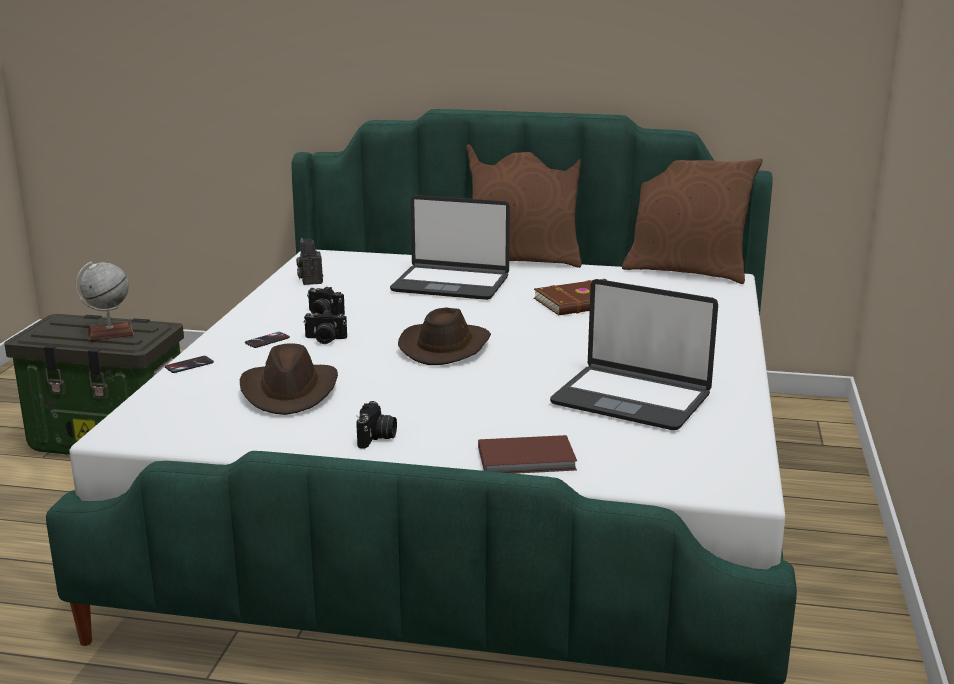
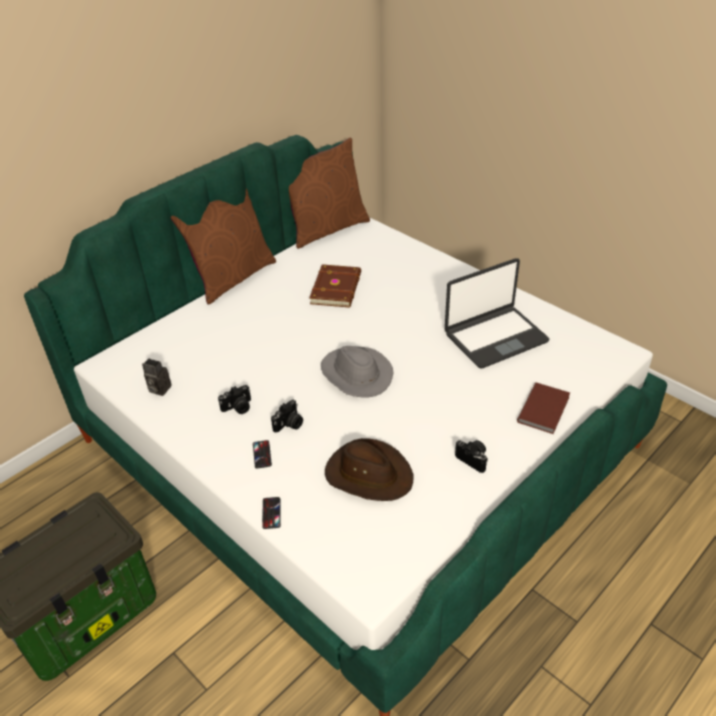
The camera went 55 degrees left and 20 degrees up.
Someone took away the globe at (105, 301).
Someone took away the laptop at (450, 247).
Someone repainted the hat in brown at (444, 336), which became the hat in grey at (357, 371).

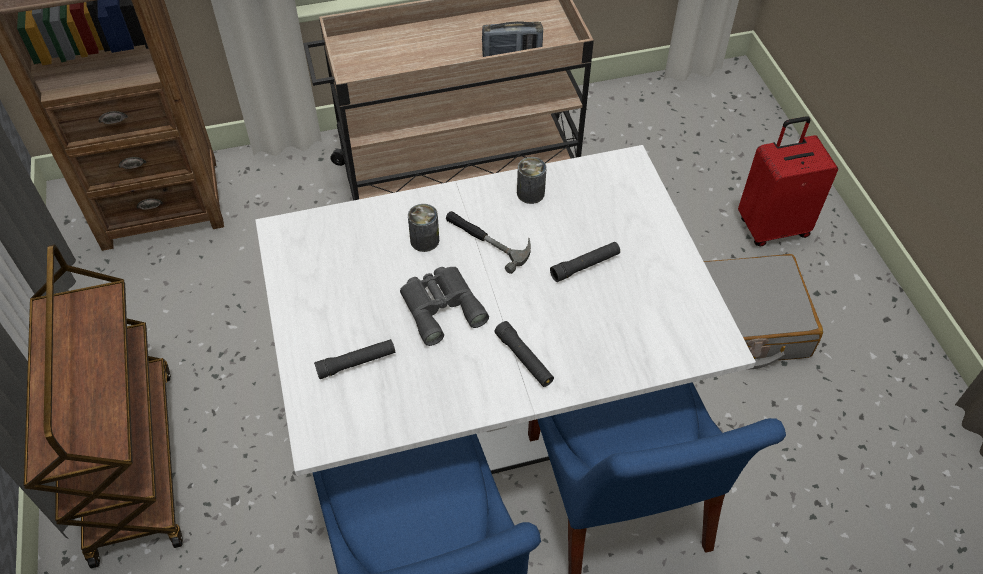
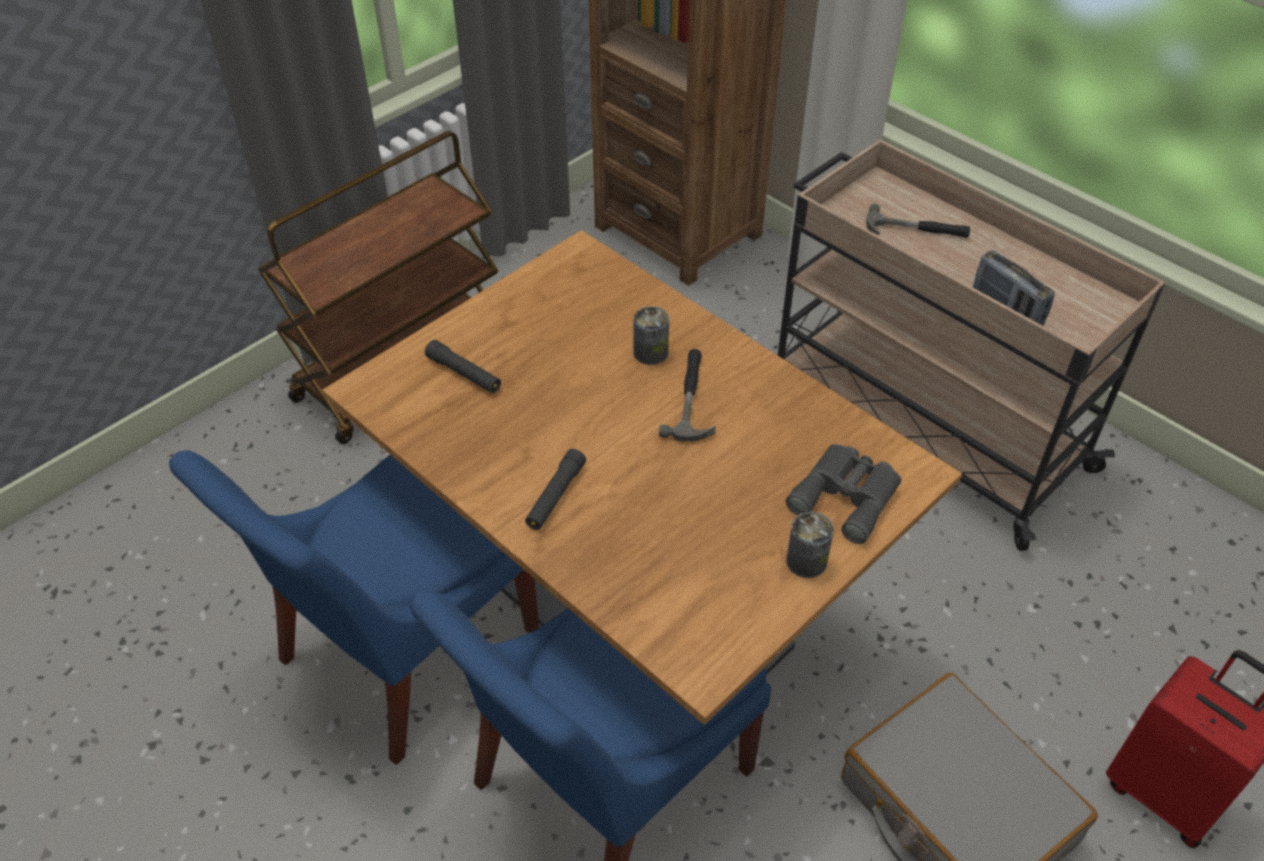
The camera went 60 degrees right and 5 degrees down.
Someone took away the flashlight in black at (585, 262).
Someone put down the hammer at (918, 221).
Someone carried the binoculars in grey from (444, 306) to (843, 494).
Someone carried the can from (532, 180) to (810, 545).
Someone repainted the dining table in white at (505, 310), which became the dining table in brown at (642, 477).

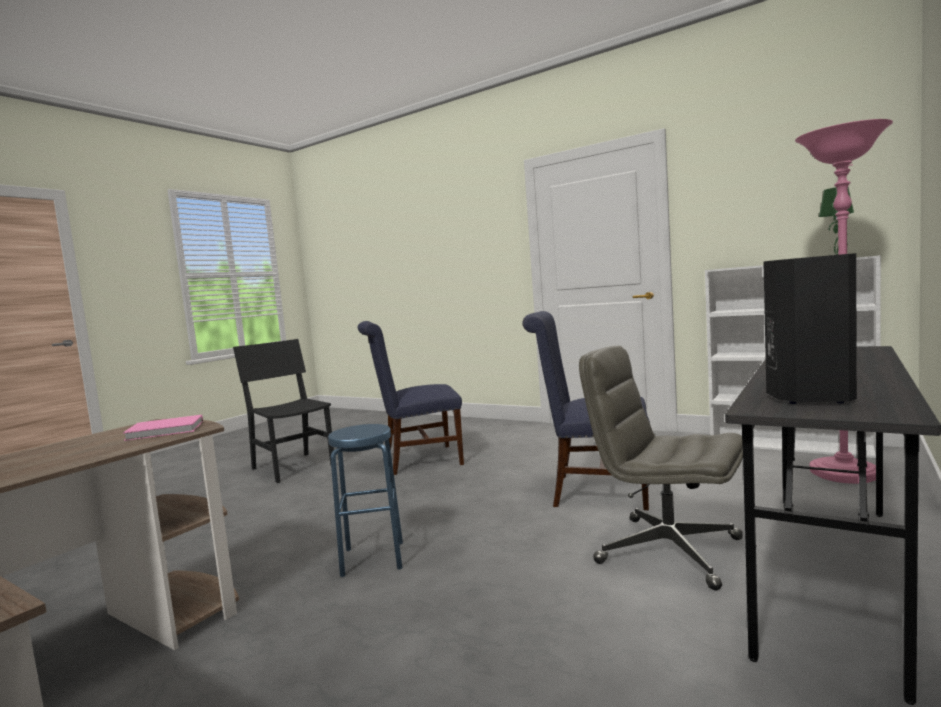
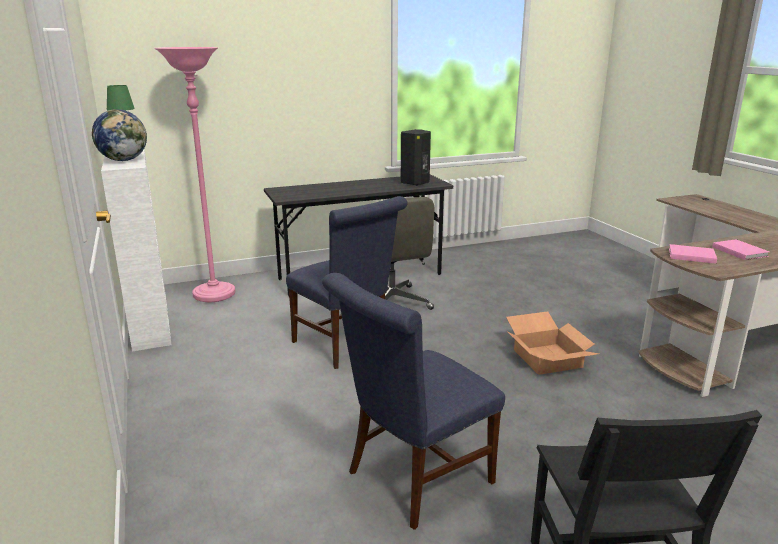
The camera went 145 degrees left and 15 degrees up.
Someone put down the globe at (119, 135).
Someone put down the book in pink at (741, 249).
Someone swapped the stool in blue at (365, 500) for the cardboard box at (552, 343).
Someone rotated the chair in blue at (411, 398) by 120 degrees clockwise.

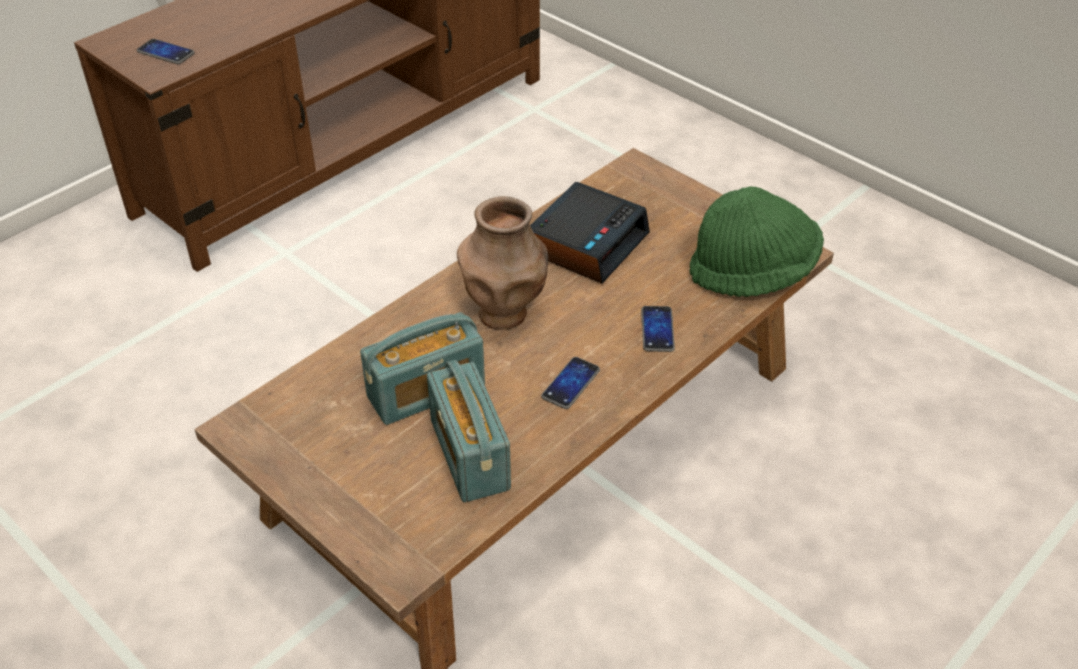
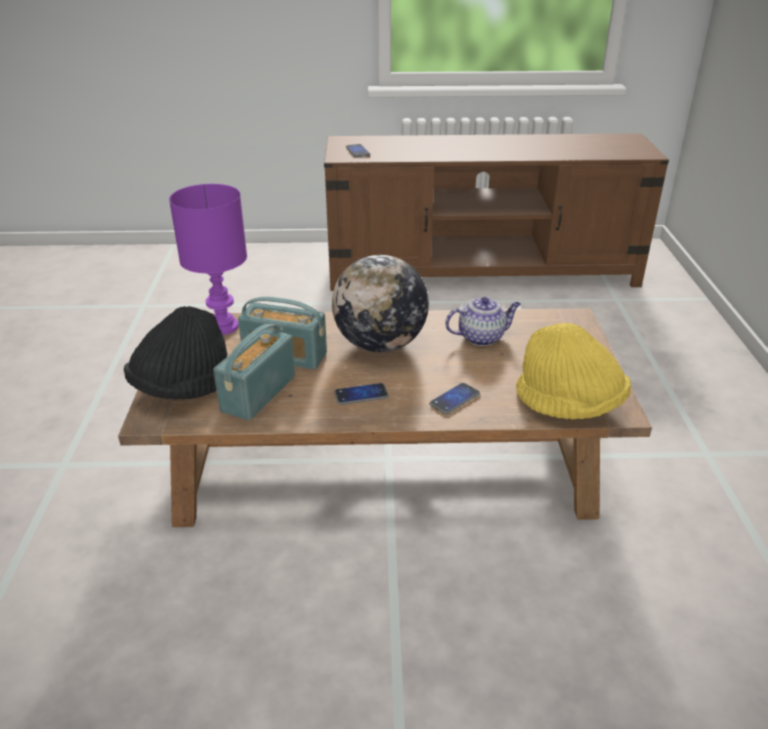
The camera went 45 degrees right and 10 degrees down.
Someone put down the hat in black at (175, 353).
Someone put down the table lamp in purple at (208, 259).
Someone swapped the vase in brown at (502, 263) for the globe at (380, 303).
Someone swapped the alarm clock at (590, 233) for the teapot at (483, 321).
Someone repainted the hat in green at (757, 241), which became the hat in yellow at (573, 371).

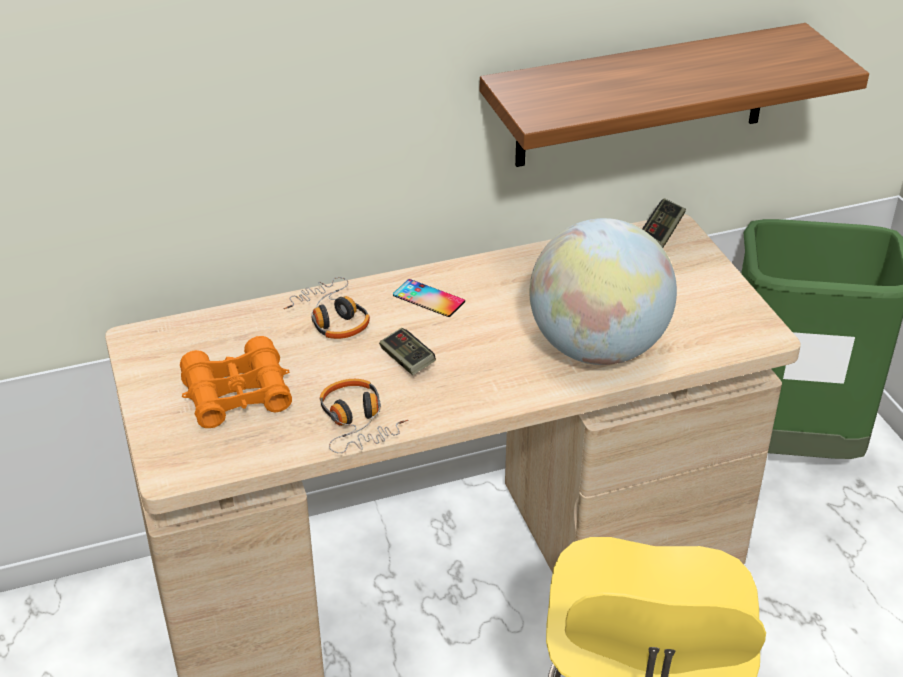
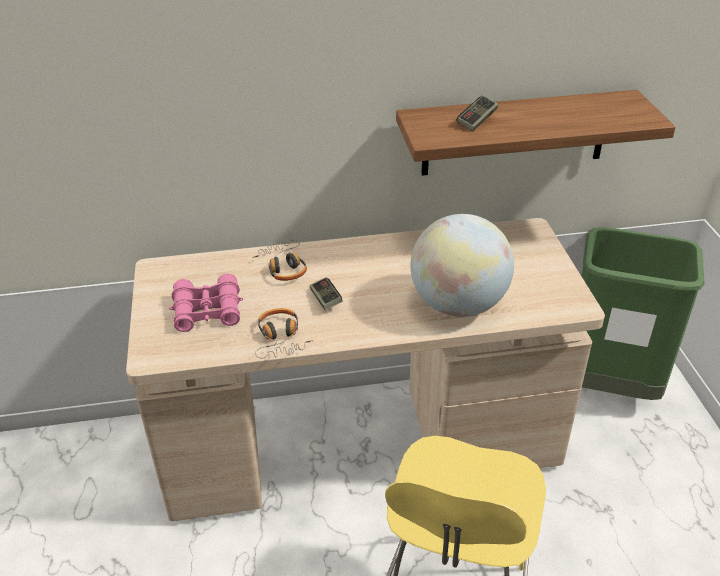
The camera went 10 degrees right and 0 degrees up.
Someone took away the phone at (429, 298).
Someone carried the game controller from (664, 223) to (477, 113).
Someone repainted the binoculars in orange at (236, 382), which became the binoculars in pink at (206, 303).

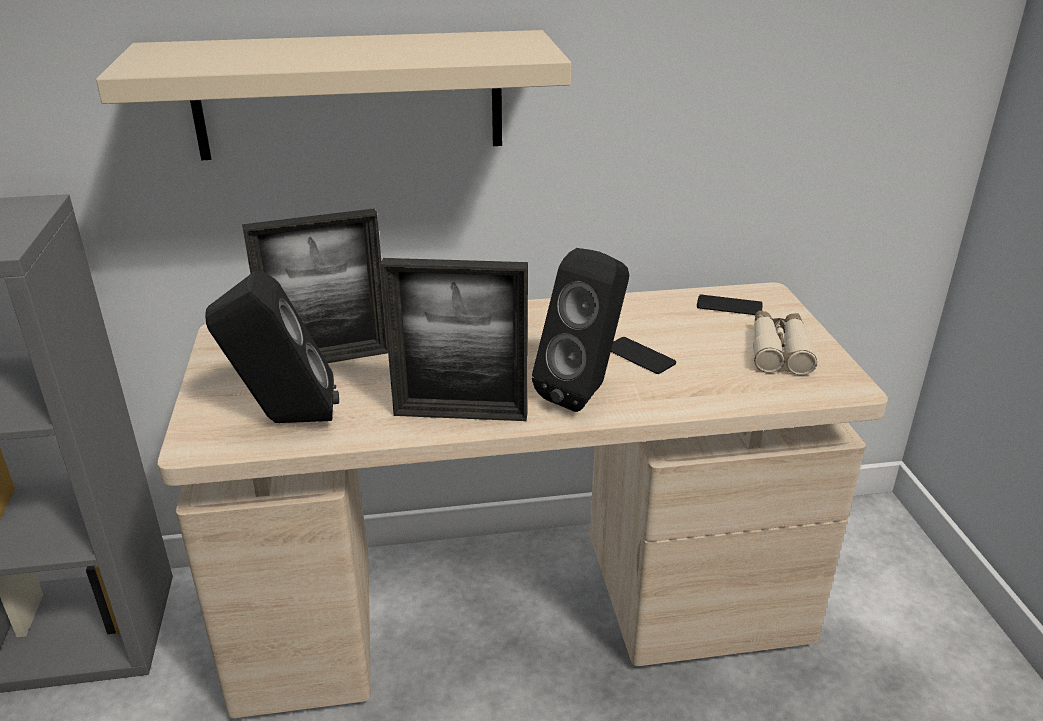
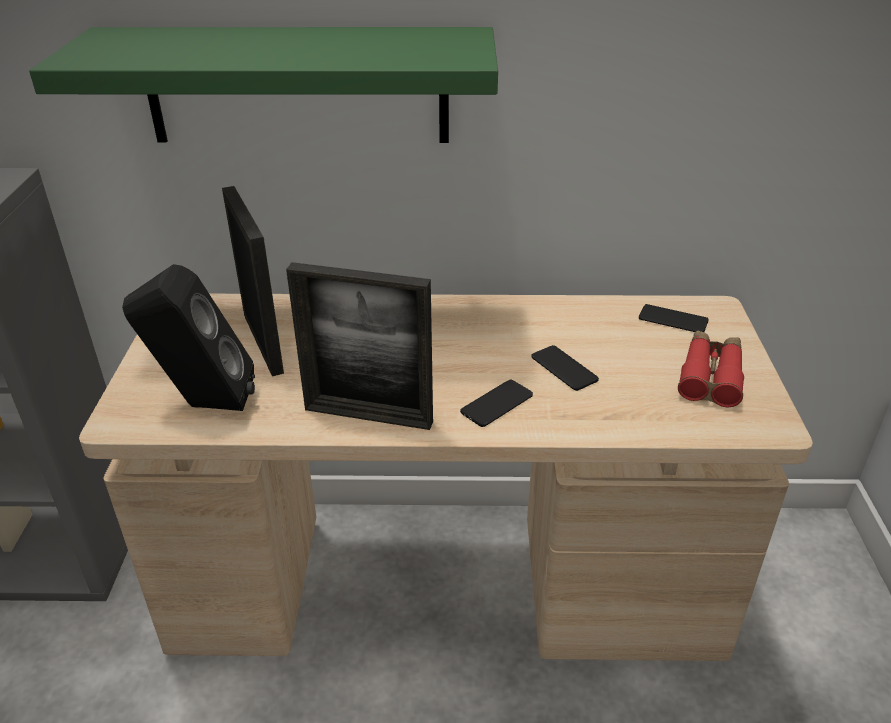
The camera went 10 degrees right and 5 degrees up.
Someone swapped the speaker in black at (580, 330) for the phone at (496, 403).
Someone repainted the shelf in beige at (333, 95), which became the shelf in green at (263, 85).
Someone repainted the binoculars in beige at (785, 342), which became the binoculars in red at (711, 368).
Someone rotated the picture frame at (315, 285) by 105 degrees counterclockwise.

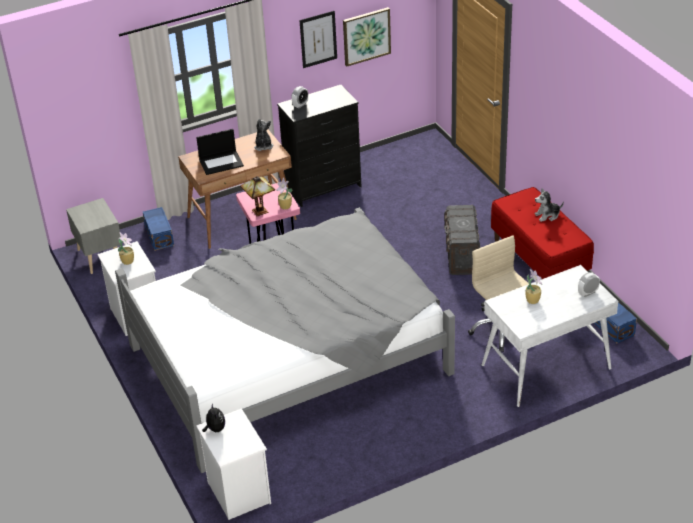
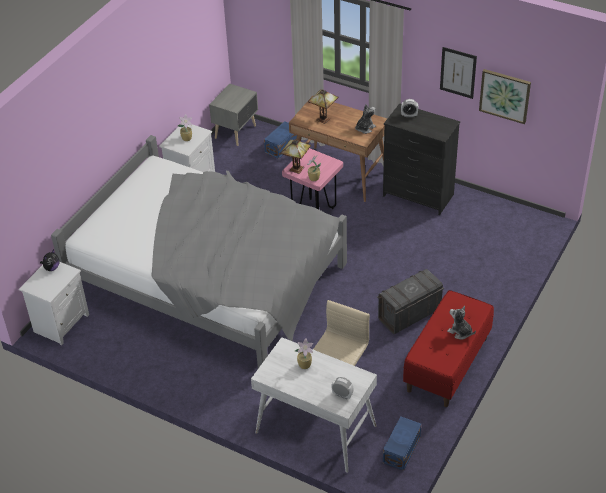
The camera went 55 degrees right and 5 degrees up.
Someone swapped the laptop at (220, 152) for the table lamp at (323, 107).

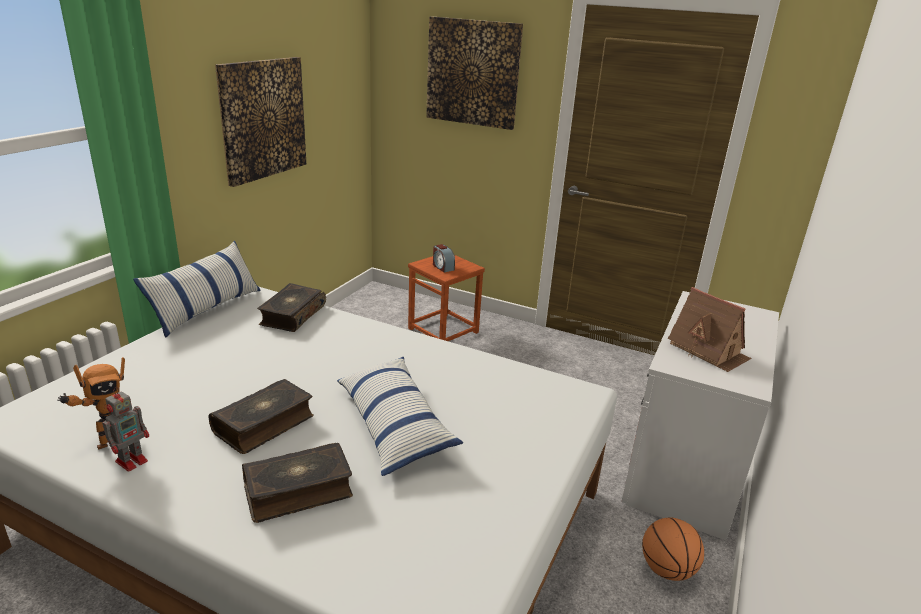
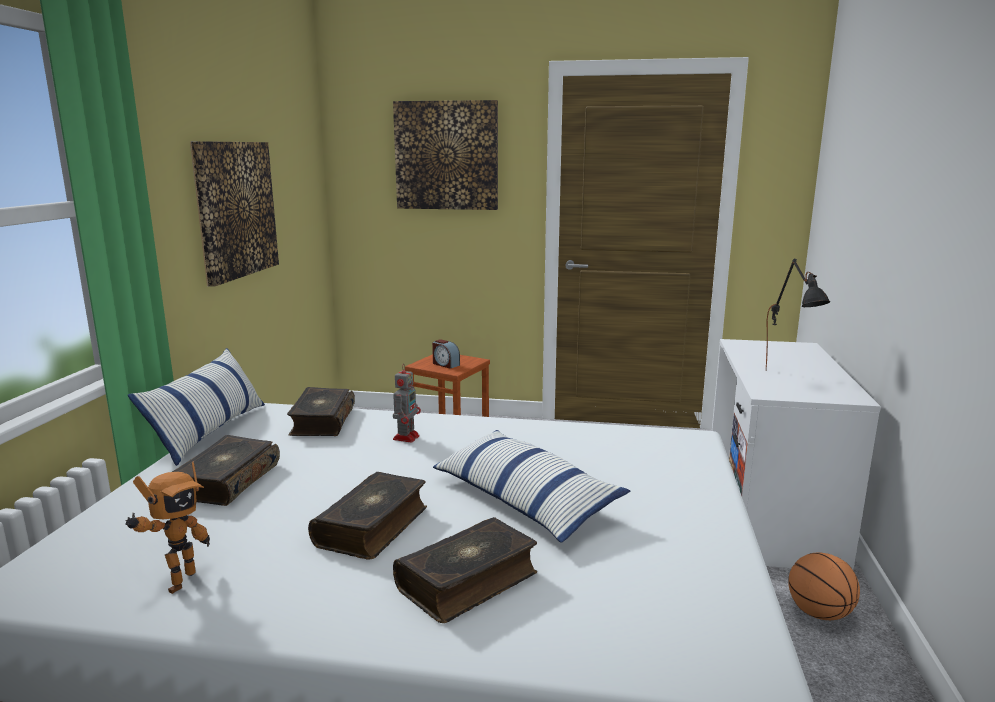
The camera went 15 degrees left and 10 degrees down.
Someone put down the book at (226, 470).
Someone carried the toy robot from (125, 429) to (407, 403).
Someone swapped the toy house at (710, 329) for the table lamp in black at (798, 314).

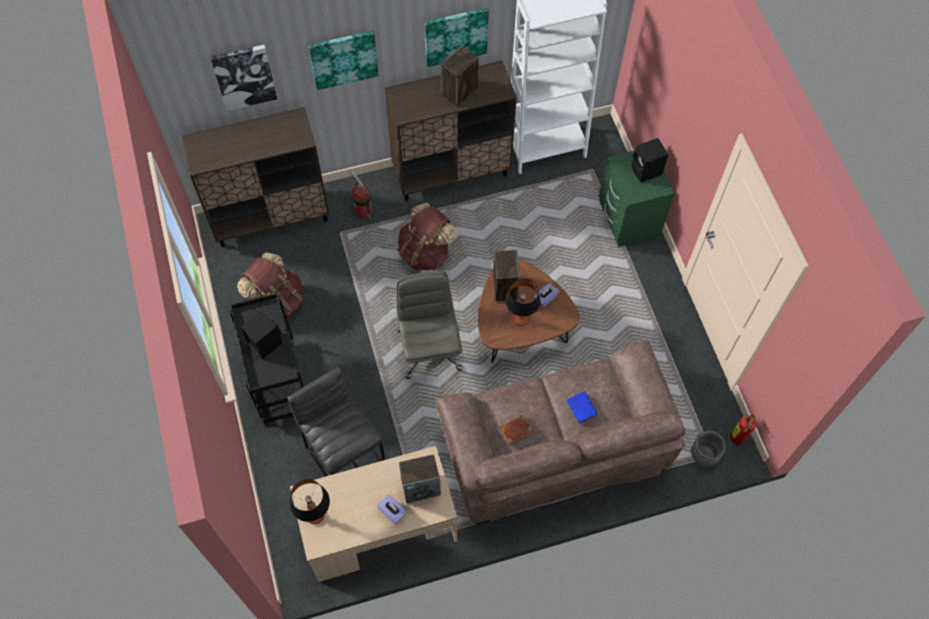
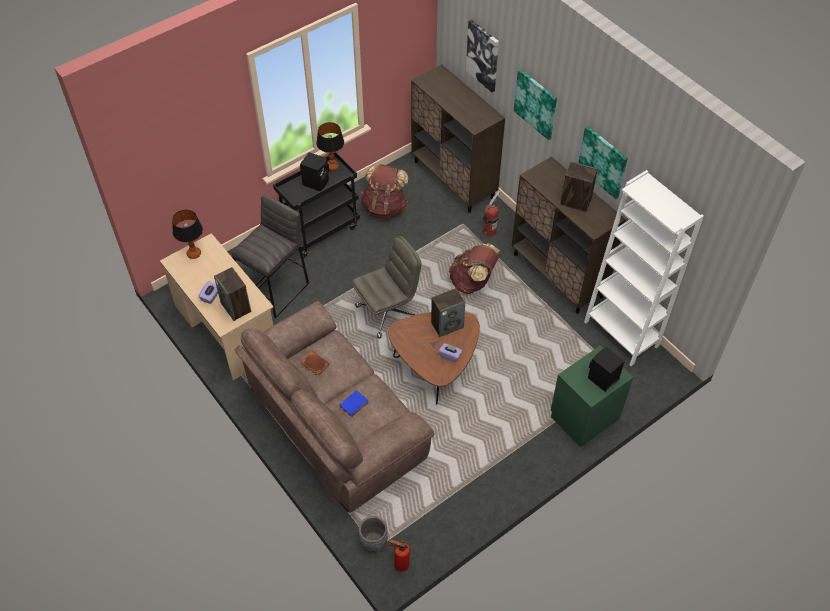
The camera went 70 degrees right and 10 degrees down.
Someone carried the table lamp from (523, 302) to (330, 146).

